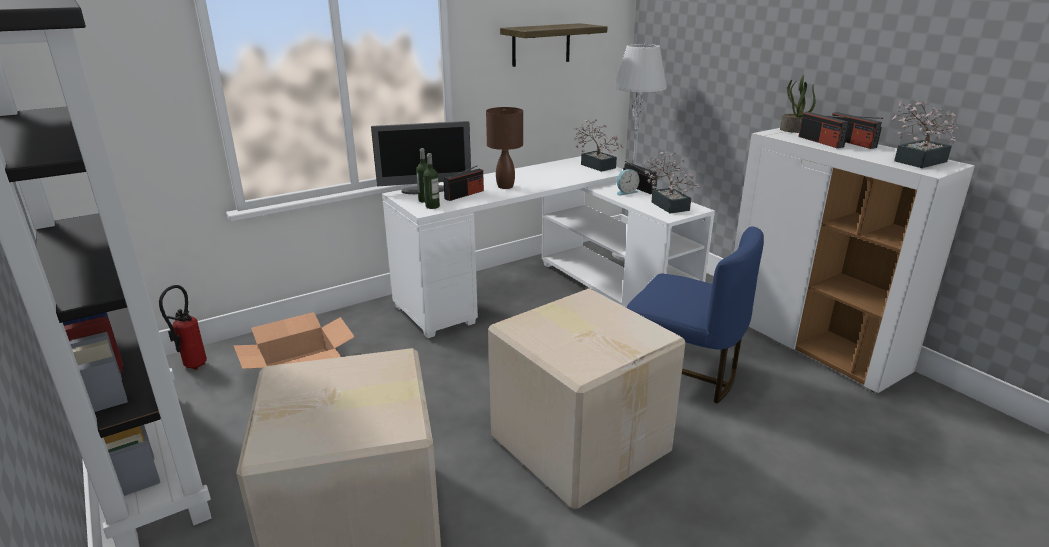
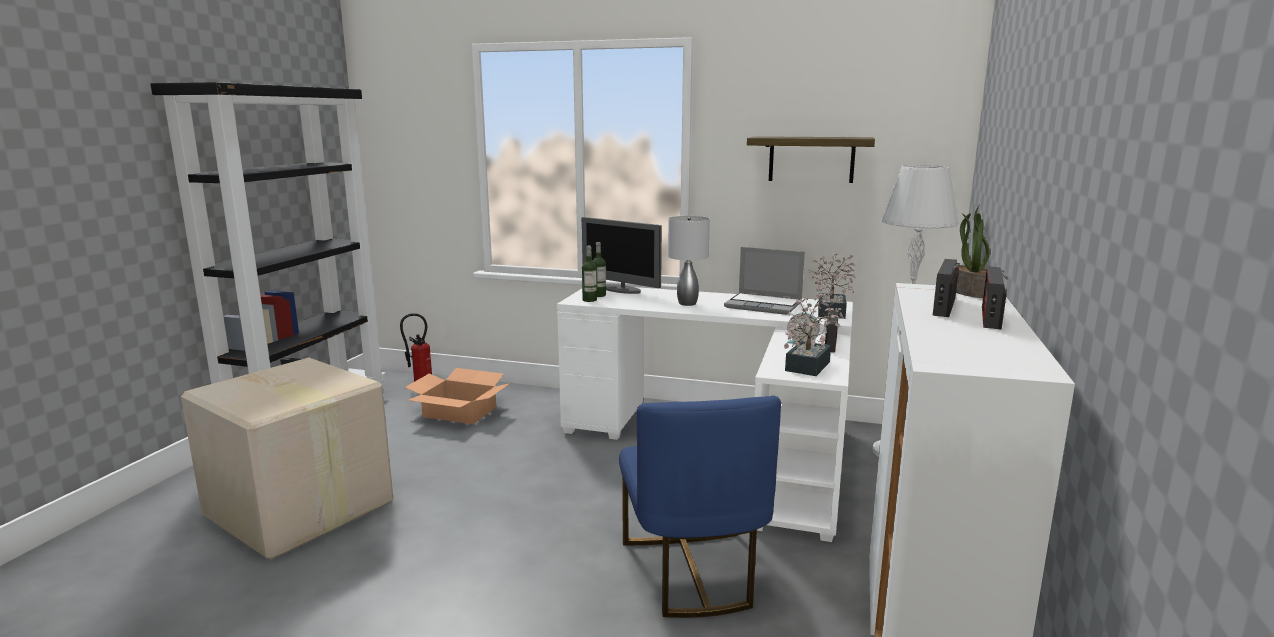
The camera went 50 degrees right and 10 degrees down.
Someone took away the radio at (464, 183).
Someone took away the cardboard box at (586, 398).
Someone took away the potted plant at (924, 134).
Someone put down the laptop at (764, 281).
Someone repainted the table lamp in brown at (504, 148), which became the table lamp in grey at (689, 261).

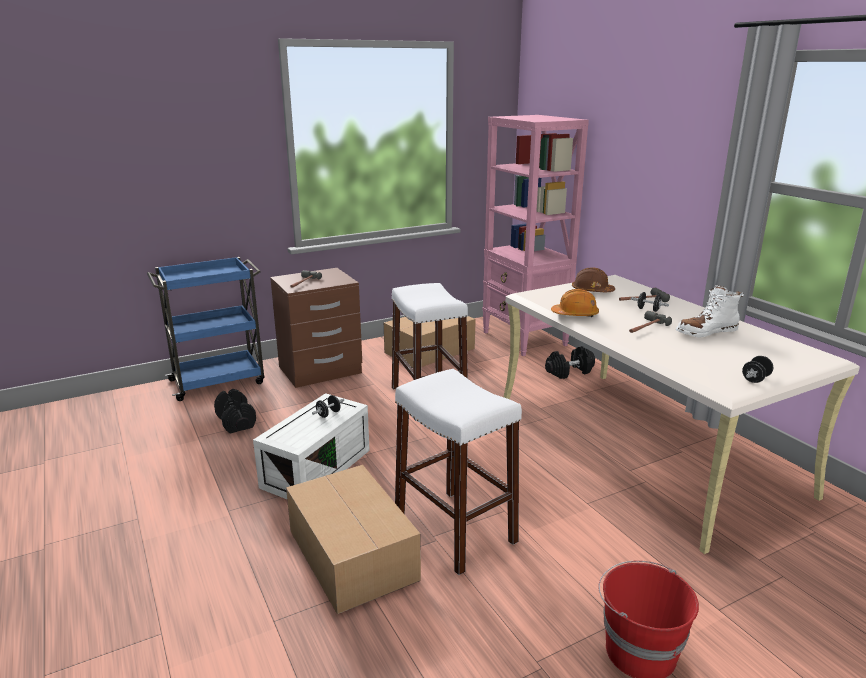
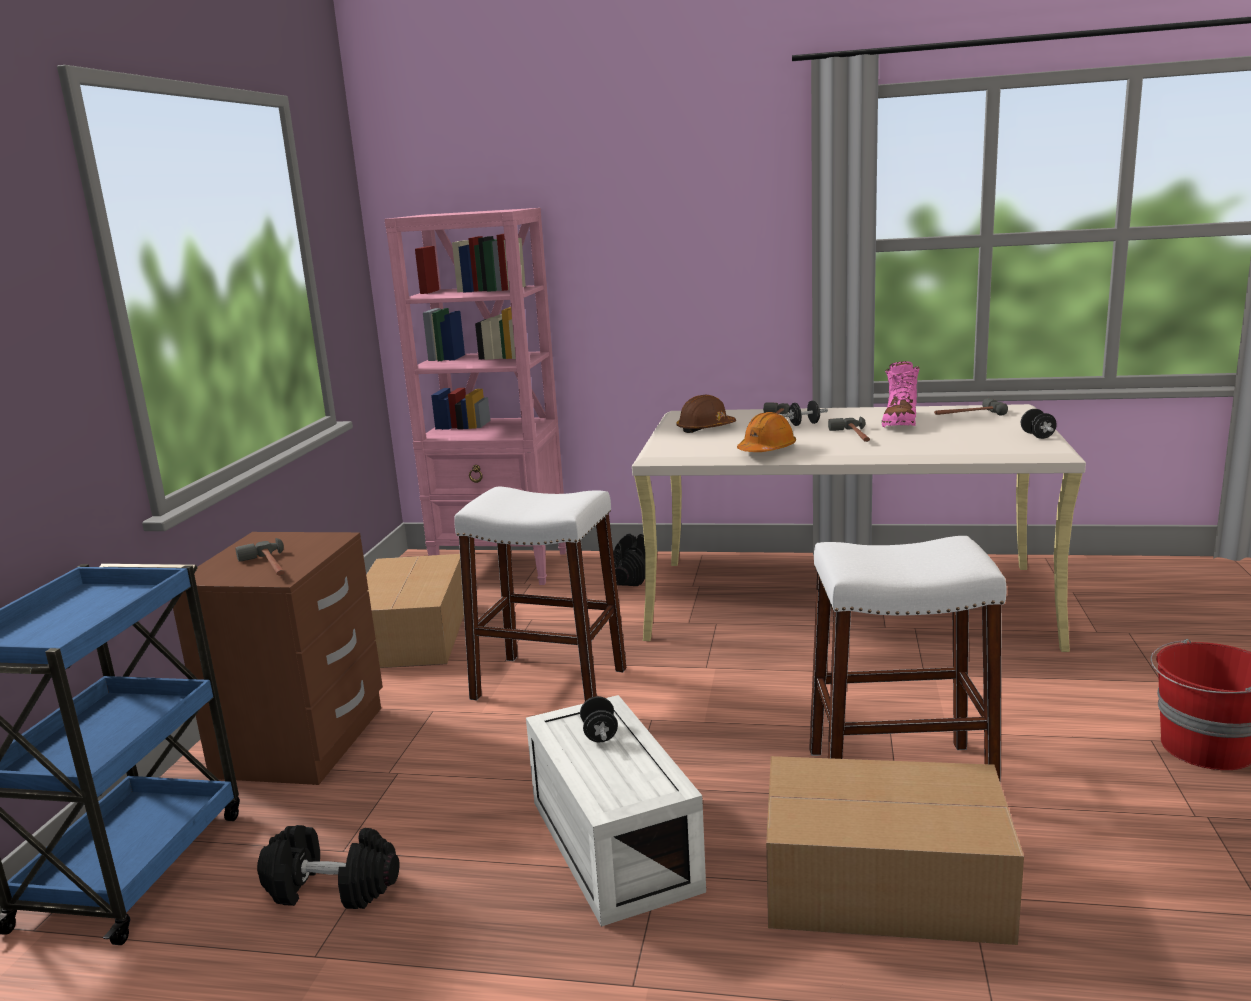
The camera went 50 degrees left and 5 degrees down.
Someone put down the hammer at (971, 407).
Someone repainted the boot in white at (710, 311), which became the boot in pink at (901, 394).

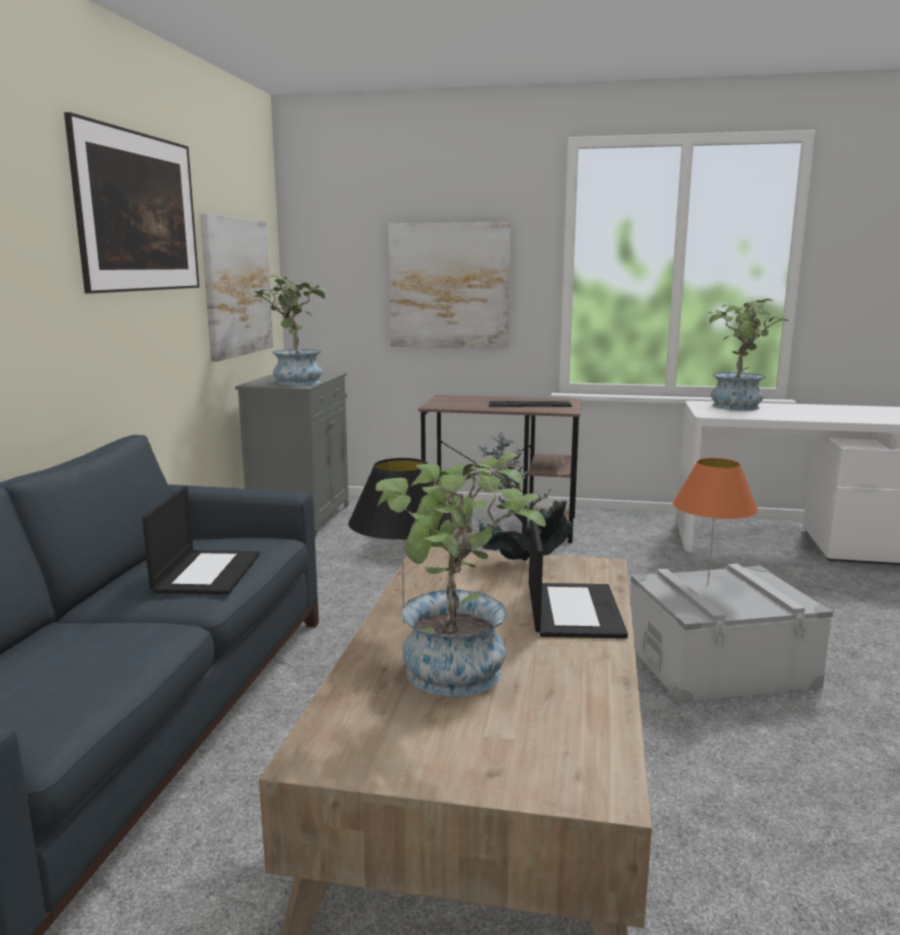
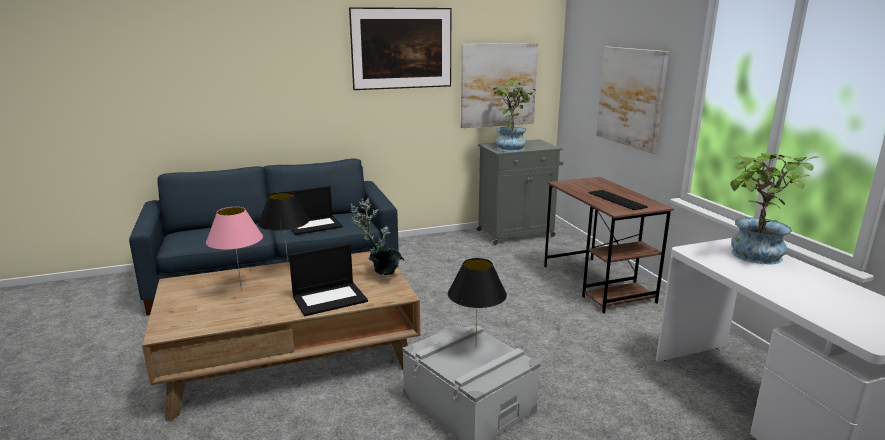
The camera went 60 degrees right and 5 degrees up.
Someone swapped the potted plant at (461, 574) for the table lamp in pink at (234, 248).
Someone repainted the table lamp in orange at (715, 521), which became the table lamp in black at (477, 298).

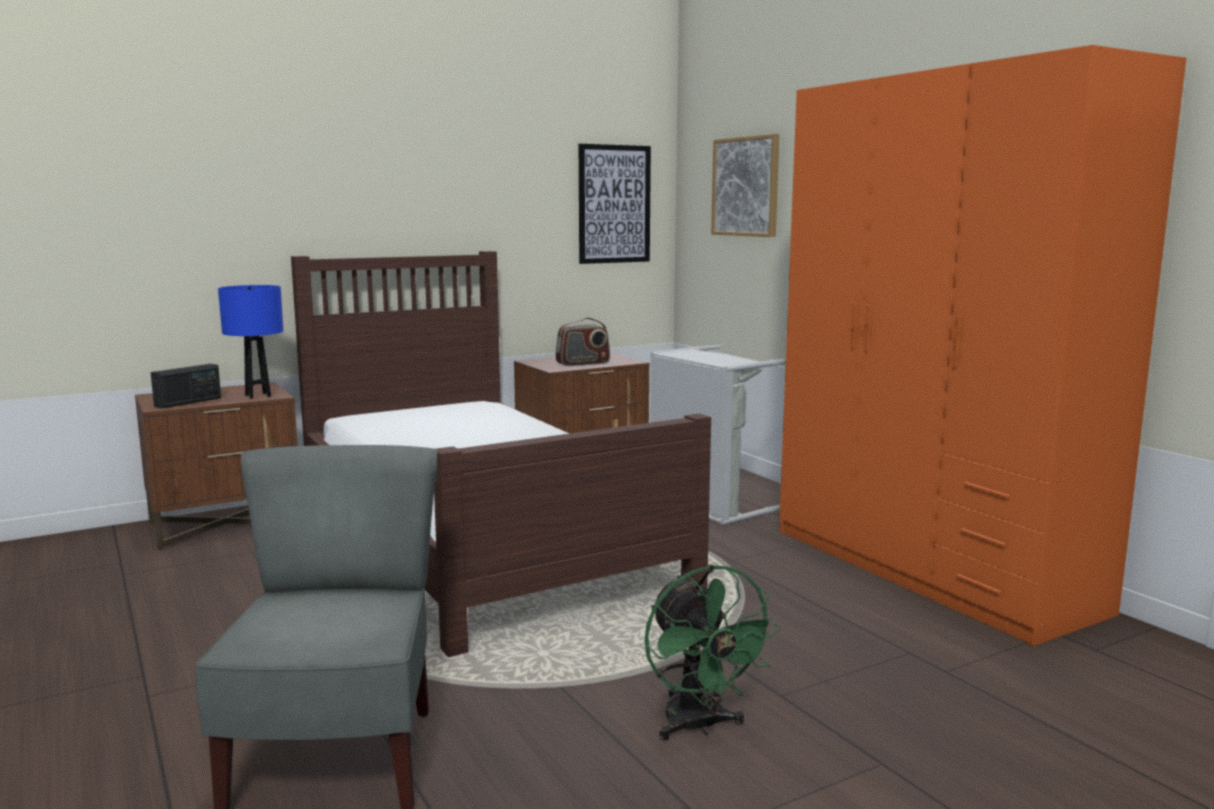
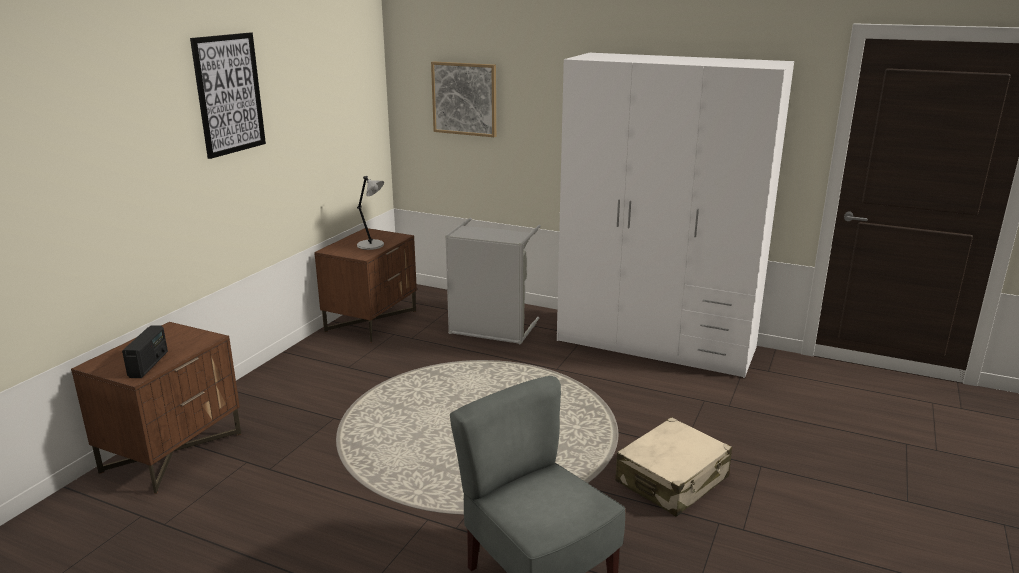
The camera went 35 degrees left and 10 degrees up.
Someone took away the table lamp in blue at (250, 342).
Someone took away the bed in brown at (501, 454).
Someone carried the picture from (615, 204) to (228, 96).
Someone swapped the radio at (583, 342) for the table lamp in grey at (370, 213).
Someone swapped the fan in green at (713, 652) for the suitcase in beige at (673, 467).
Someone repainted the wardrobe in orange at (983, 345), which became the wardrobe in white at (675, 215).

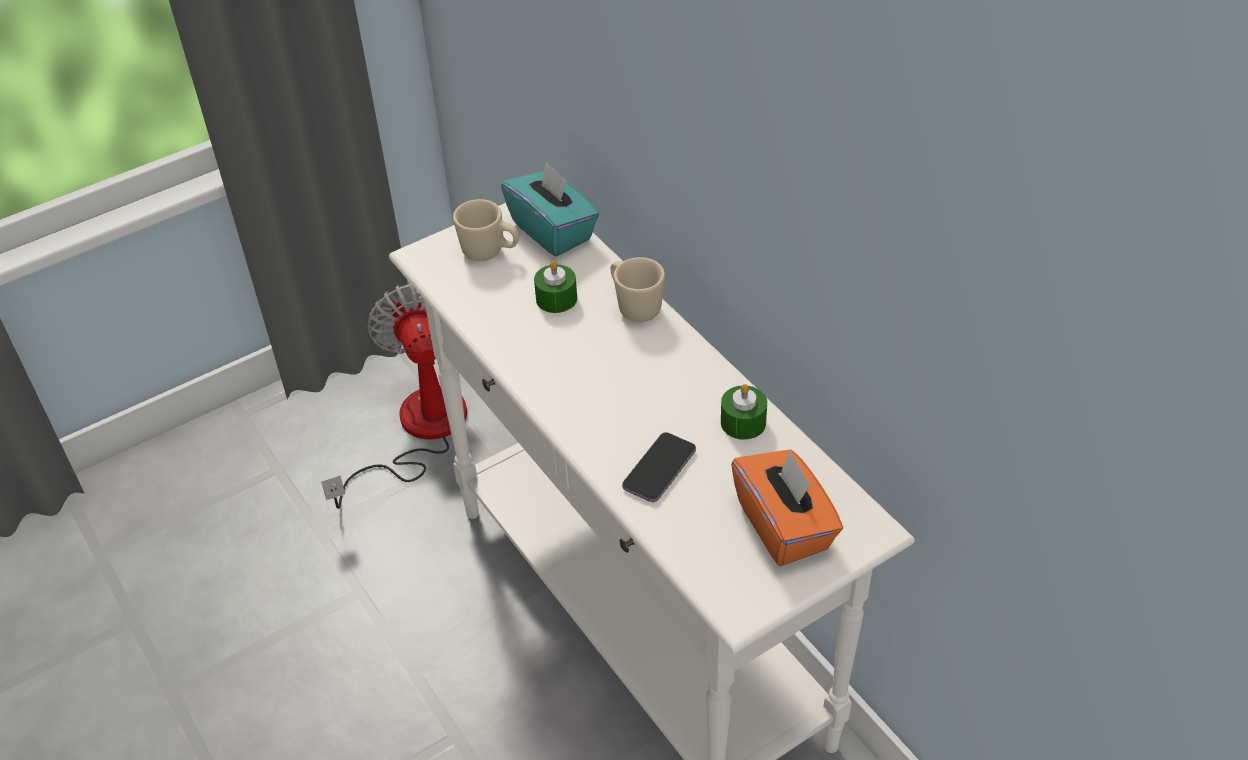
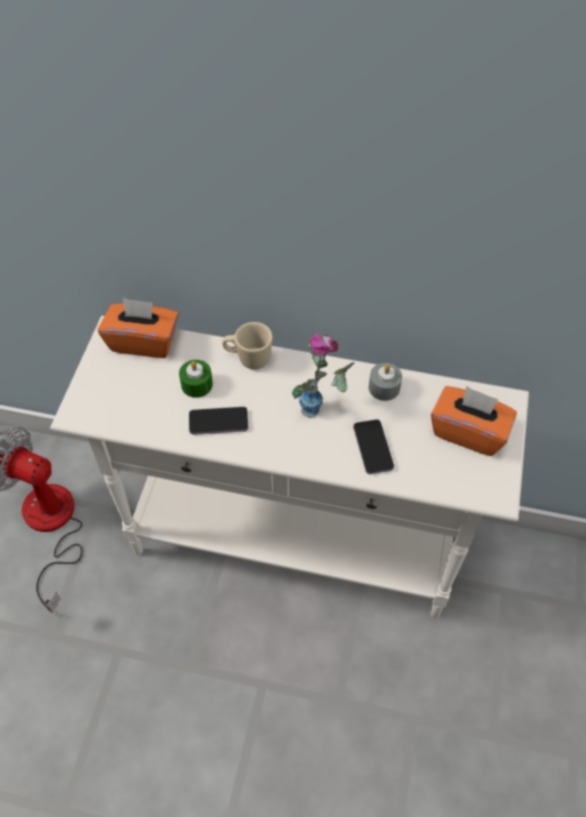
The camera went 45 degrees left and 10 degrees up.
Someone took away the mug in beige at (486, 230).
Someone put down the phone at (218, 421).
Someone put down the vase at (323, 375).
Someone repainted the tissue box in turquoise at (550, 209), which became the tissue box in orange at (138, 328).
Someone repainted the candle in green at (744, 412), which became the candle in grey at (385, 382).

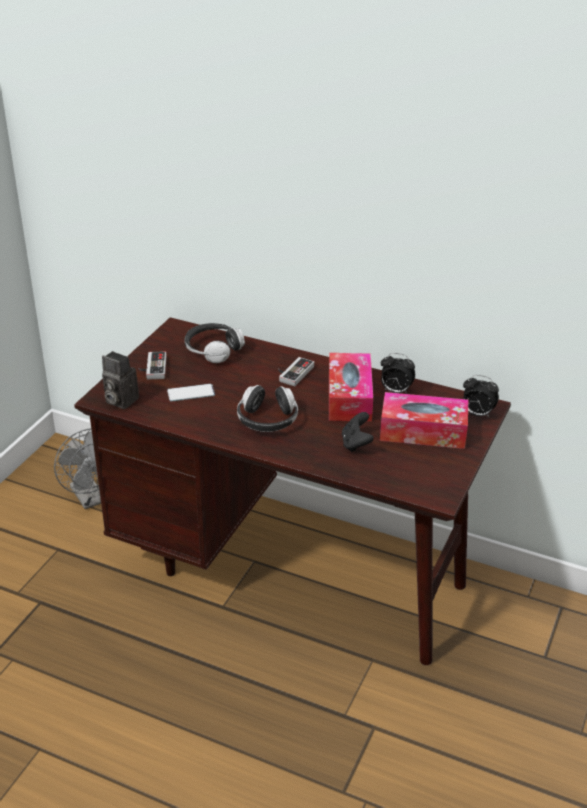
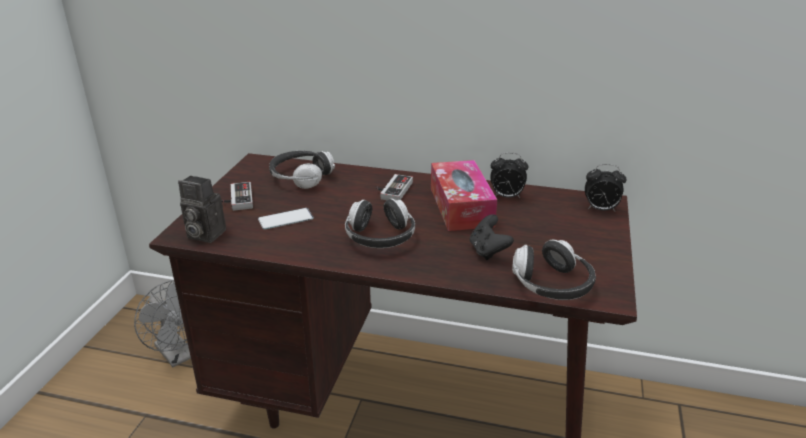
The camera went 10 degrees left and 5 degrees down.
Someone took away the tissue box at (424, 420).
Someone put down the headphones at (554, 270).

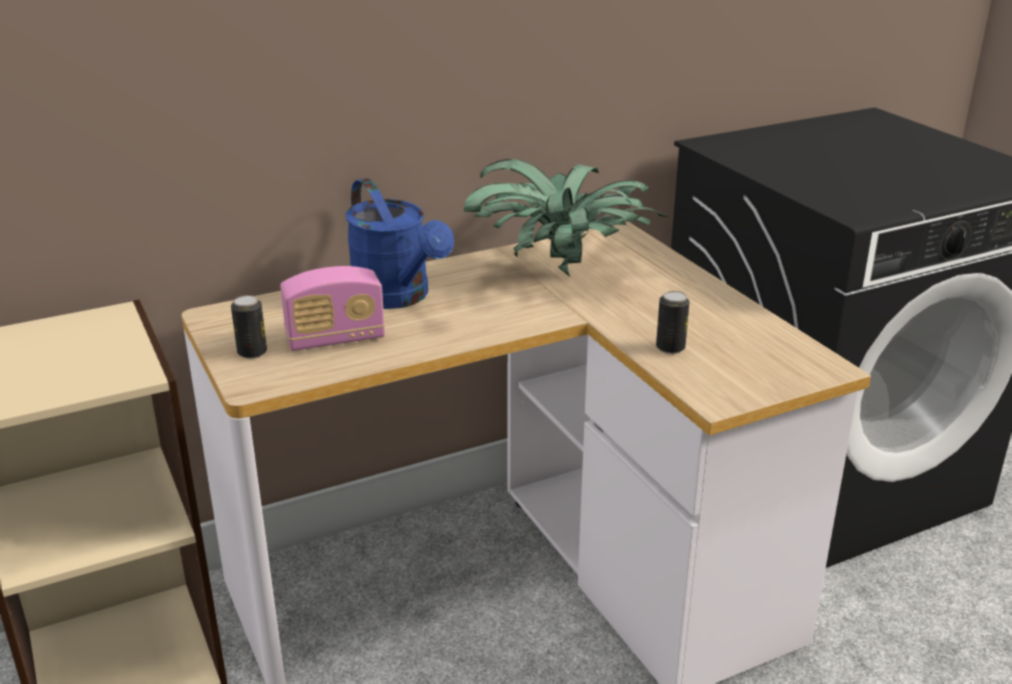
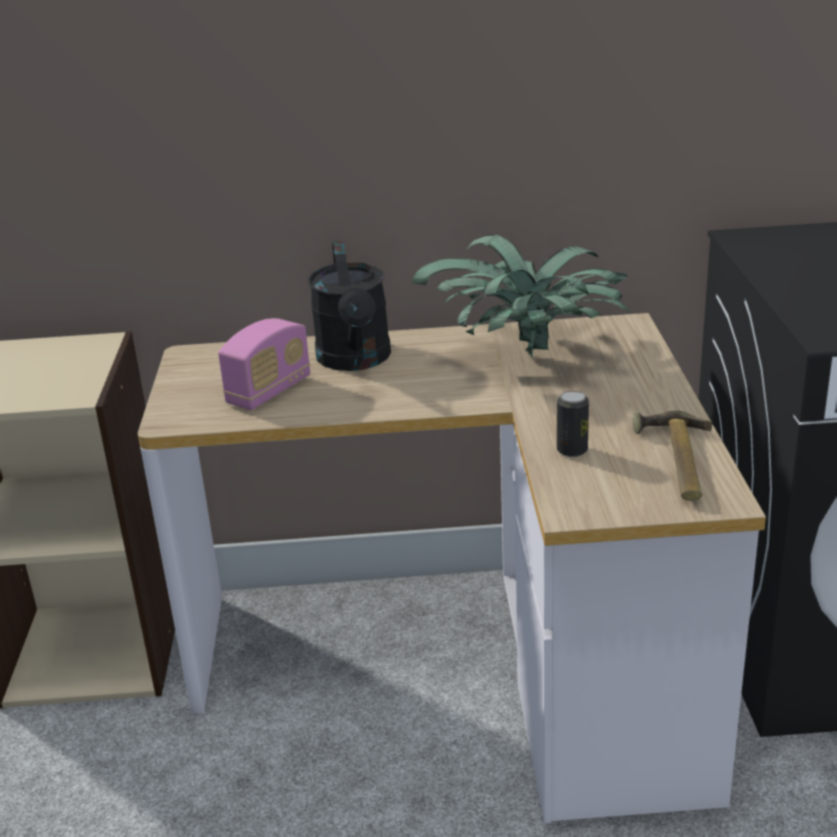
The camera went 25 degrees right and 0 degrees up.
Someone took away the can at (249, 326).
Someone put down the hammer at (672, 456).
Someone repainted the watering can in blue at (399, 243), which became the watering can in black at (349, 306).
Someone rotated the radio at (332, 308) by 60 degrees counterclockwise.

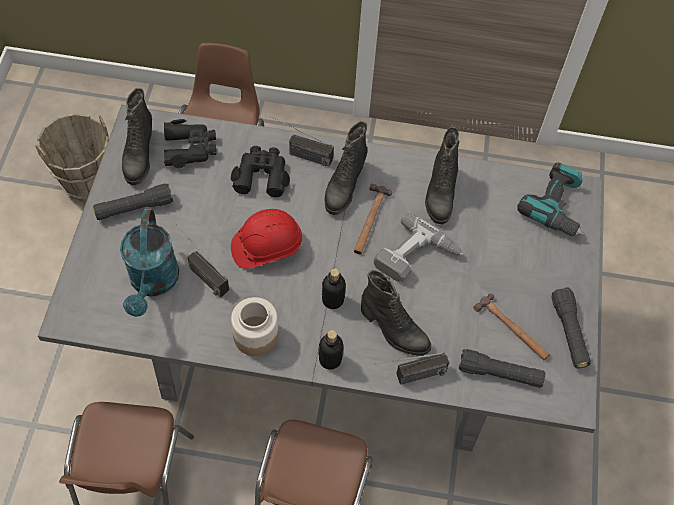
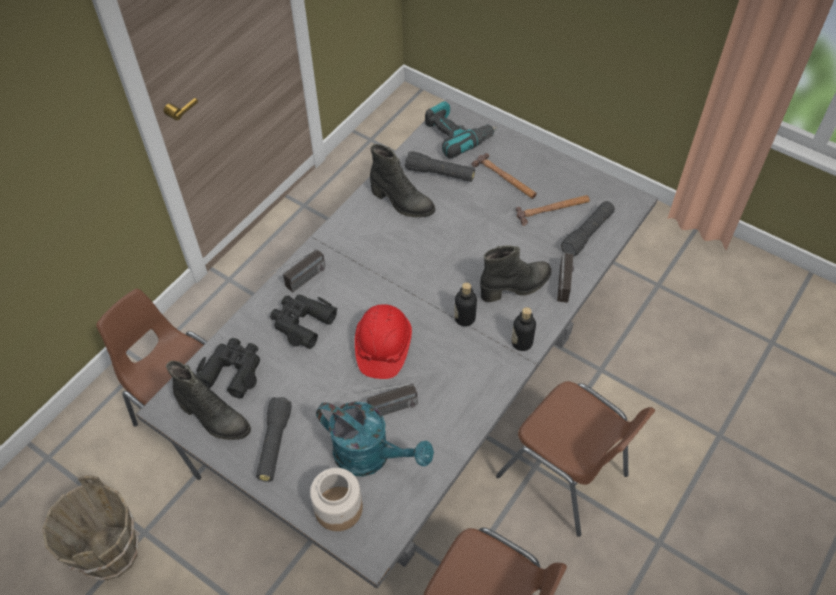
The camera went 60 degrees left and 5 degrees down.
Someone took away the boot in black at (346, 168).
Someone took away the power drill at (418, 247).
Someone carried the jar from (254, 326) to (336, 499).
Someone carried the hammer from (373, 218) to (504, 176).
Someone carried the flashlight in black from (571, 327) to (440, 166).

